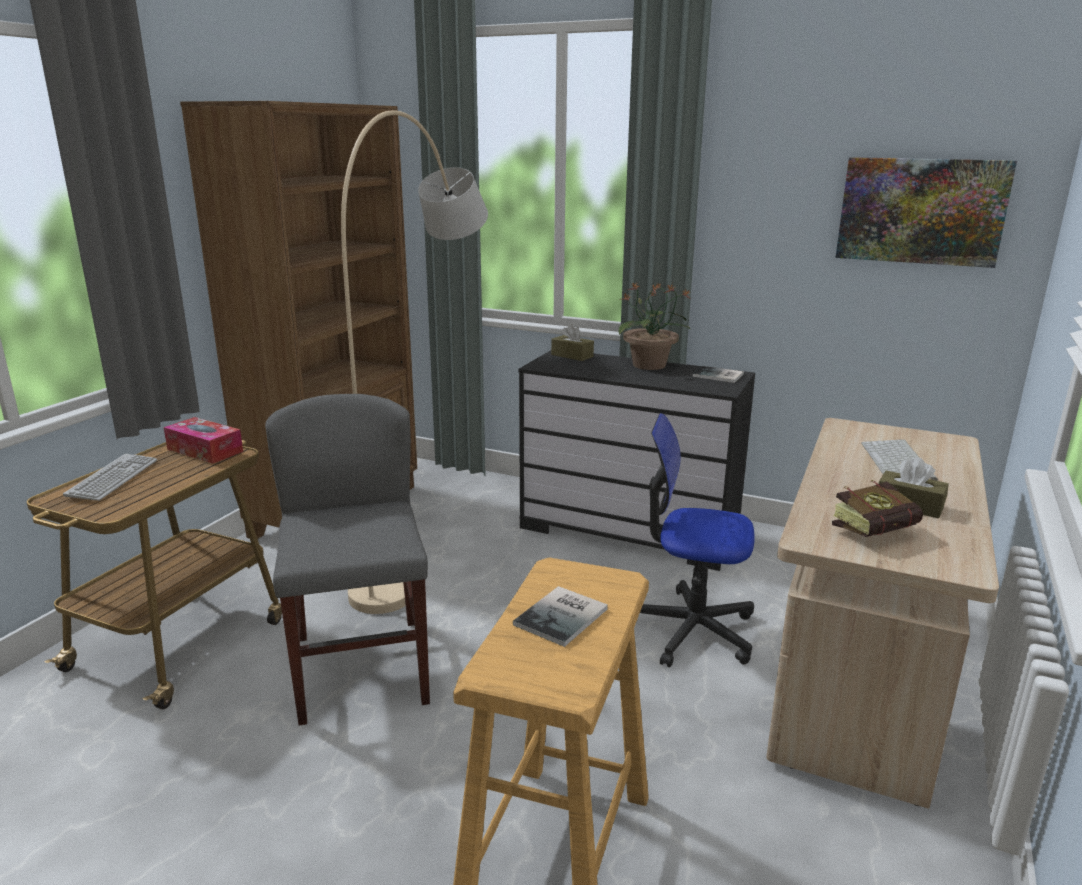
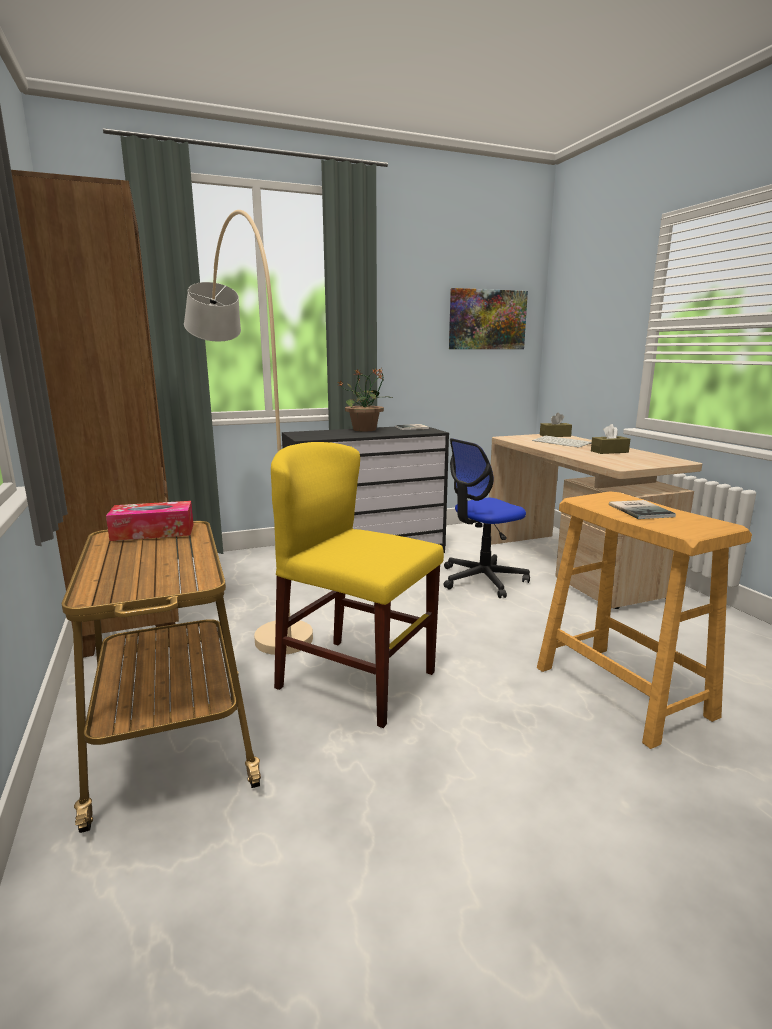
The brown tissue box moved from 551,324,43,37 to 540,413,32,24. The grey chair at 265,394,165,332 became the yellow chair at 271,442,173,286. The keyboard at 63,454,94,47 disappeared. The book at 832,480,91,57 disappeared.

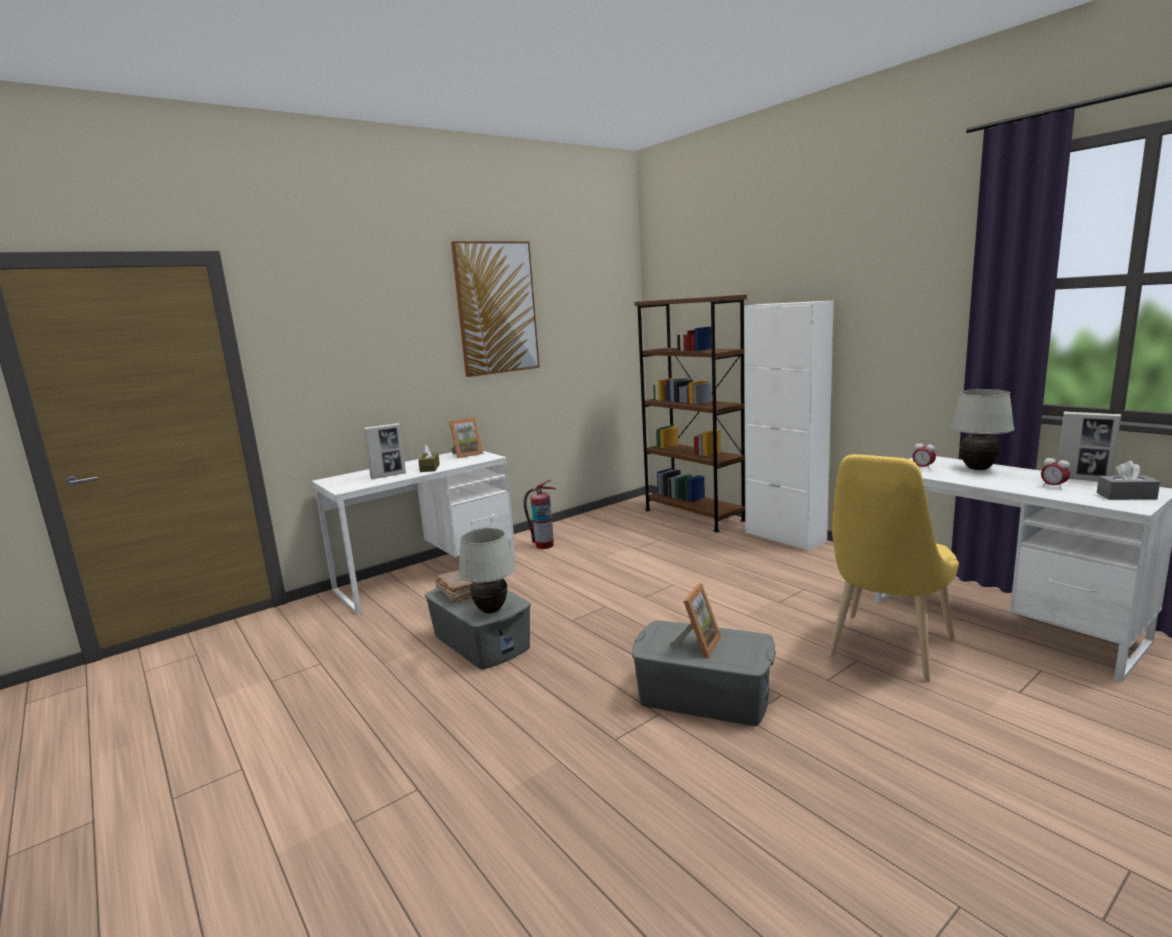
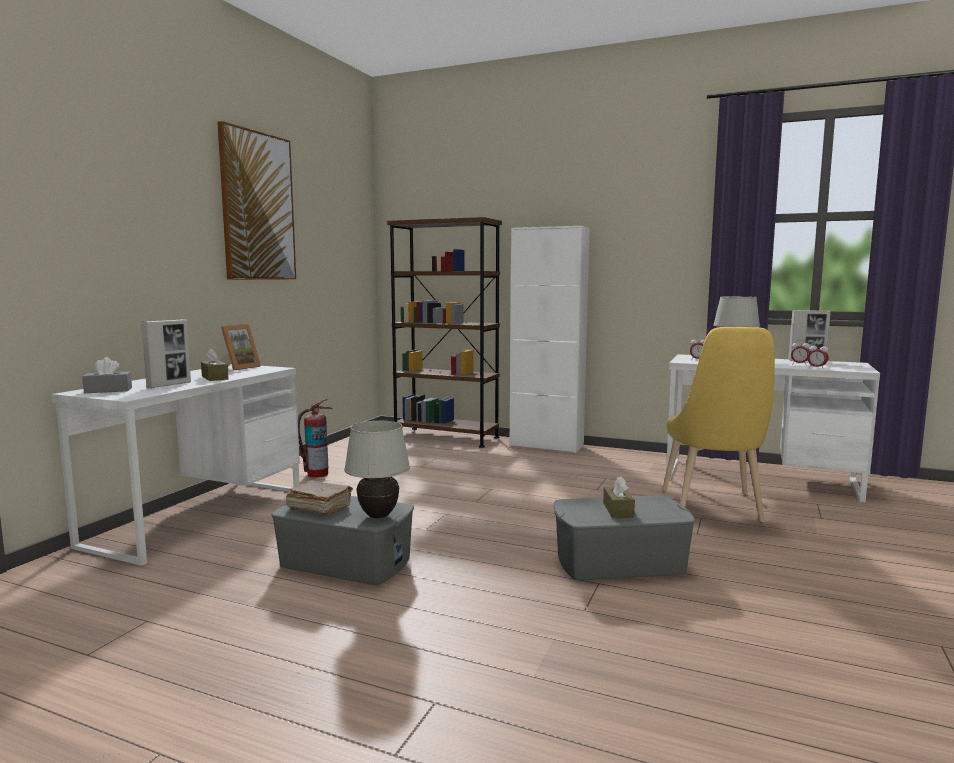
The grey tissue box moved from 1097,461,63,39 to 82,357,50,36. The picture frame at 669,583,53,75 was replaced by the brown tissue box at 603,476,32,42. The alarm clock at 808,343,21,25 appeared.

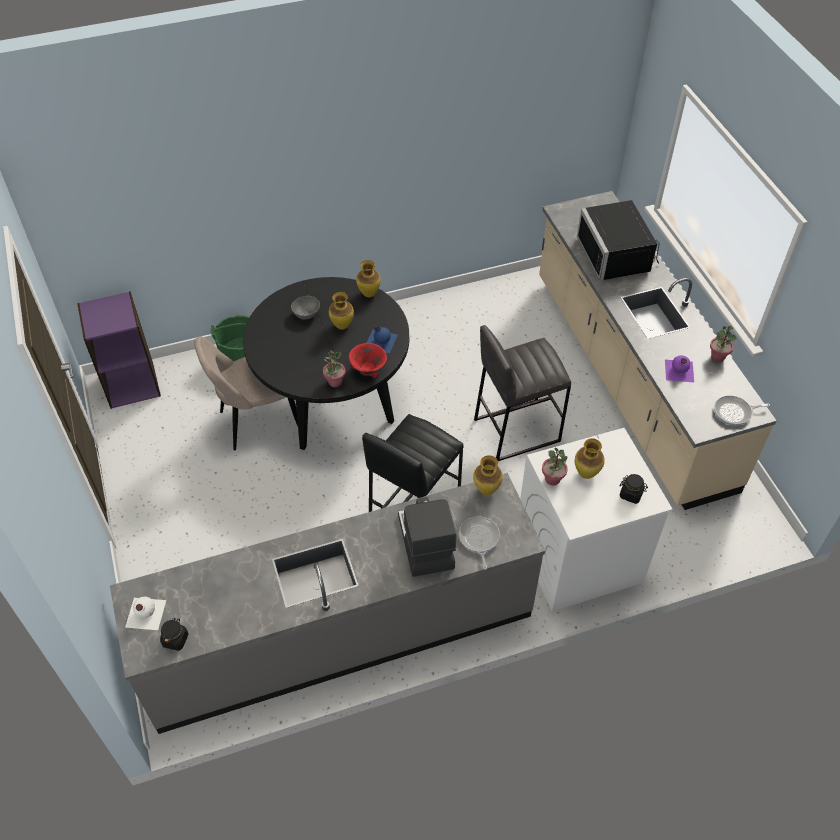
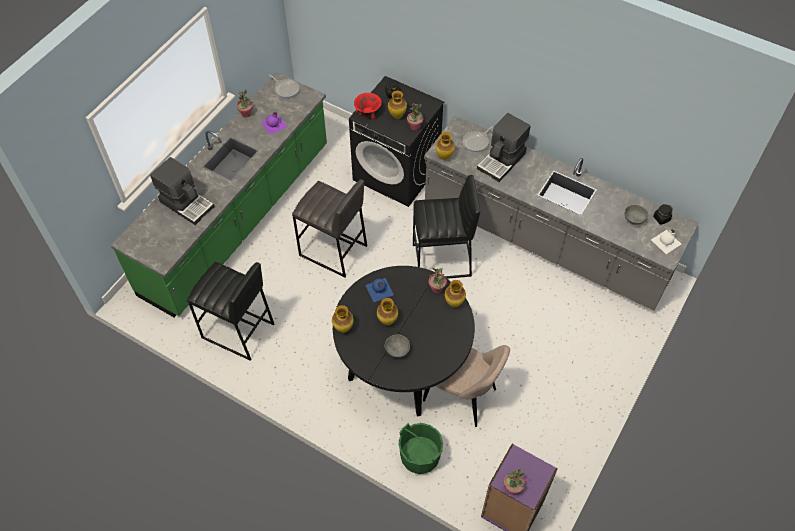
The beige counter at 539,191,238,319 became the green counter at 111,72,216,245. The black microwave at 577,200,82,81 was replaced by the coffee machine at 150,157,65,68. The red bowl moved from 349,343,38,35 to 354,93,28,27. The white washing machine at 520,428,153,184 became the black washing machine at 349,76,96,131. The grey bowl at 625,205,24,20 appeared. The black stool at 187,262,87,99 appeared. The vase at 445,280,21,27 appeared. The potted plant at 504,469,21,25 appeared.

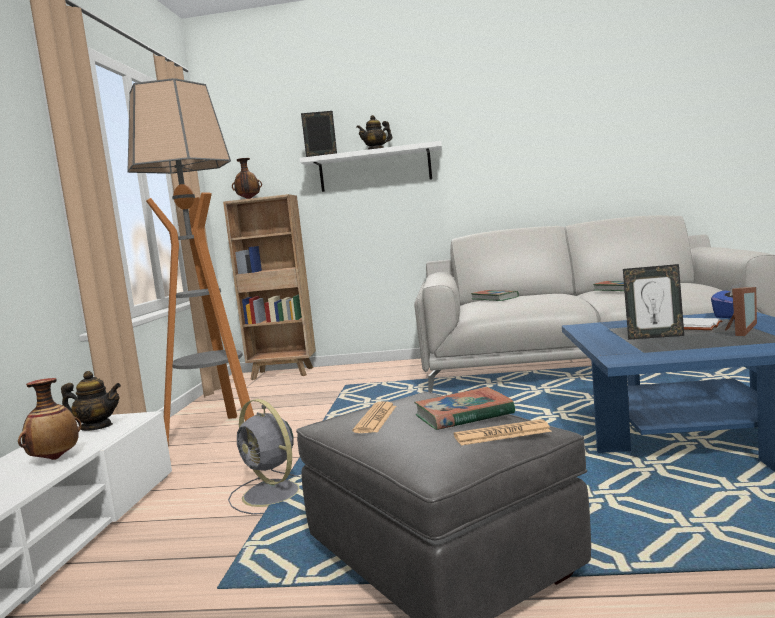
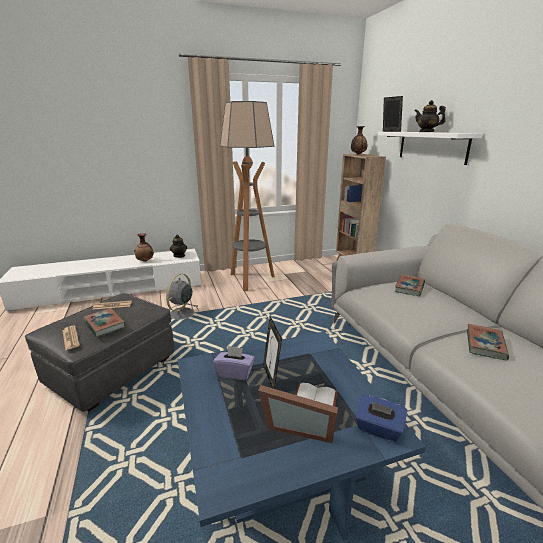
The purple tissue box at 213,346,42,34 appeared.

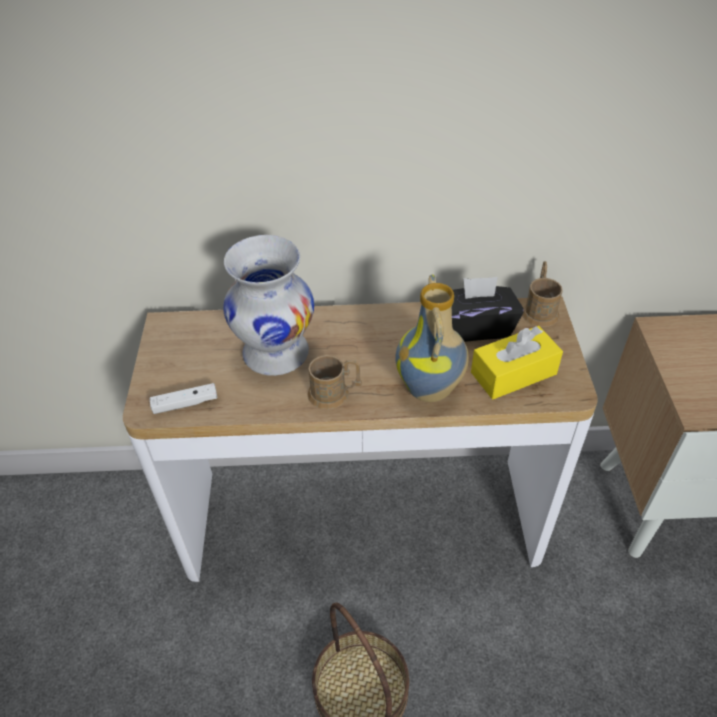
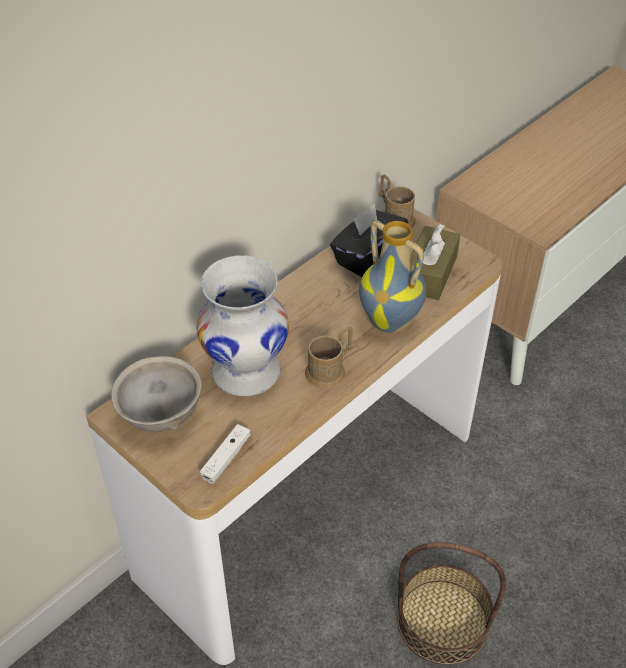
The yellow tissue box at 471,326,92,73 became the brown tissue box at 411,224,49,76. The grey bowl at 111,356,91,76 appeared.

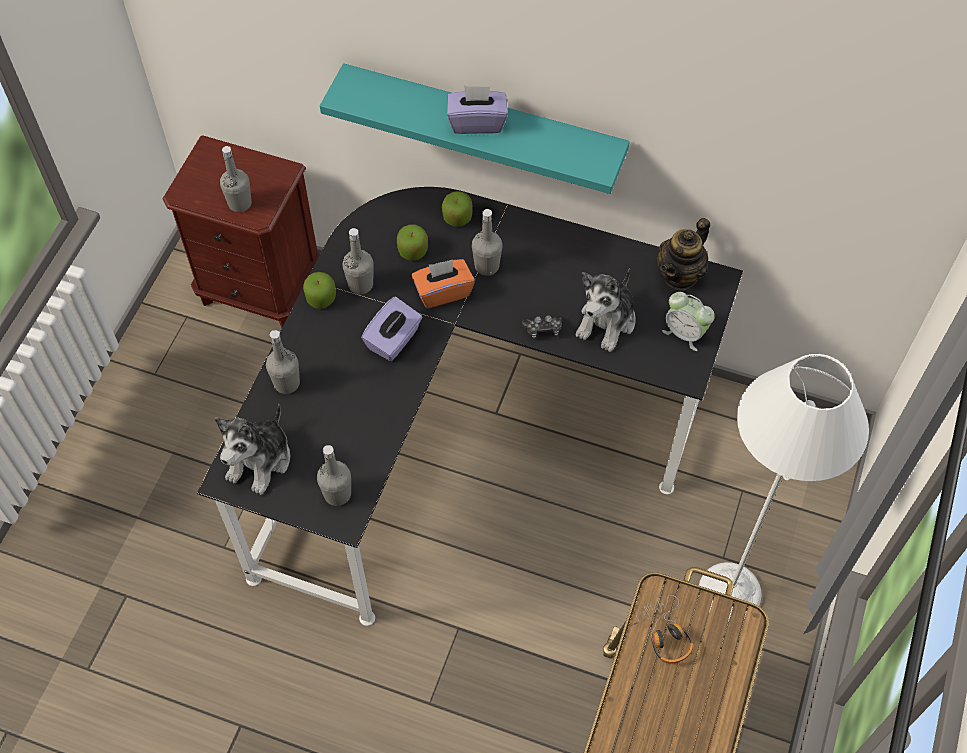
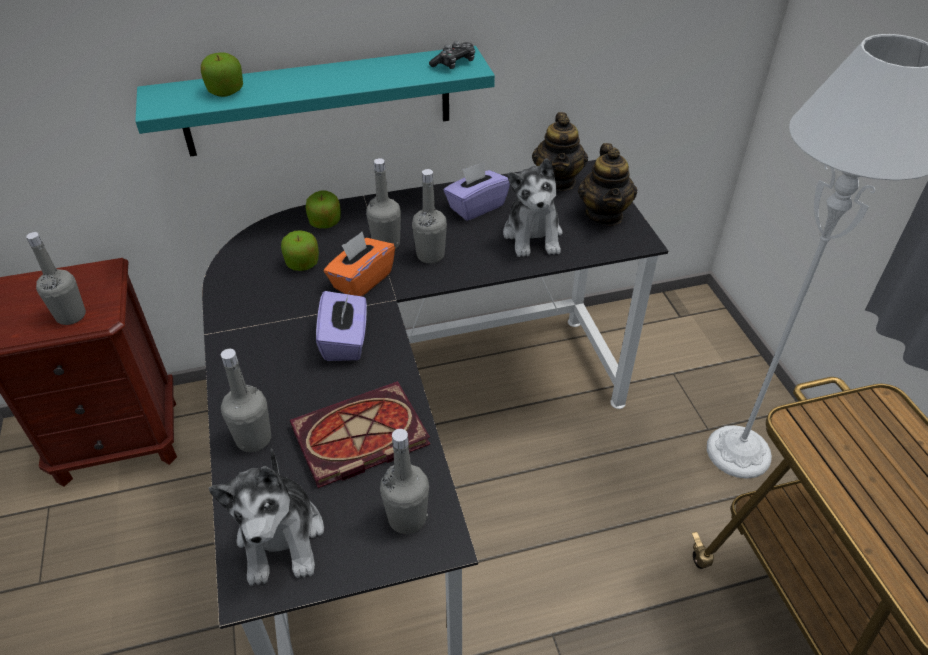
The purple tissue box moved from 447,85,61,49 to 444,162,66,59. The grey bottle moved from 342,228,32,66 to 412,169,35,95. The apple moved from 303,272,33,37 to 201,52,42,45. The alarm clock at 662,292,53,59 was replaced by the teapot at 578,143,59,83. The game controller moved from 521,315,42,24 to 429,41,46,28. The headphones at 631,595,62,69 disappeared. The book at 290,381,140,107 appeared.

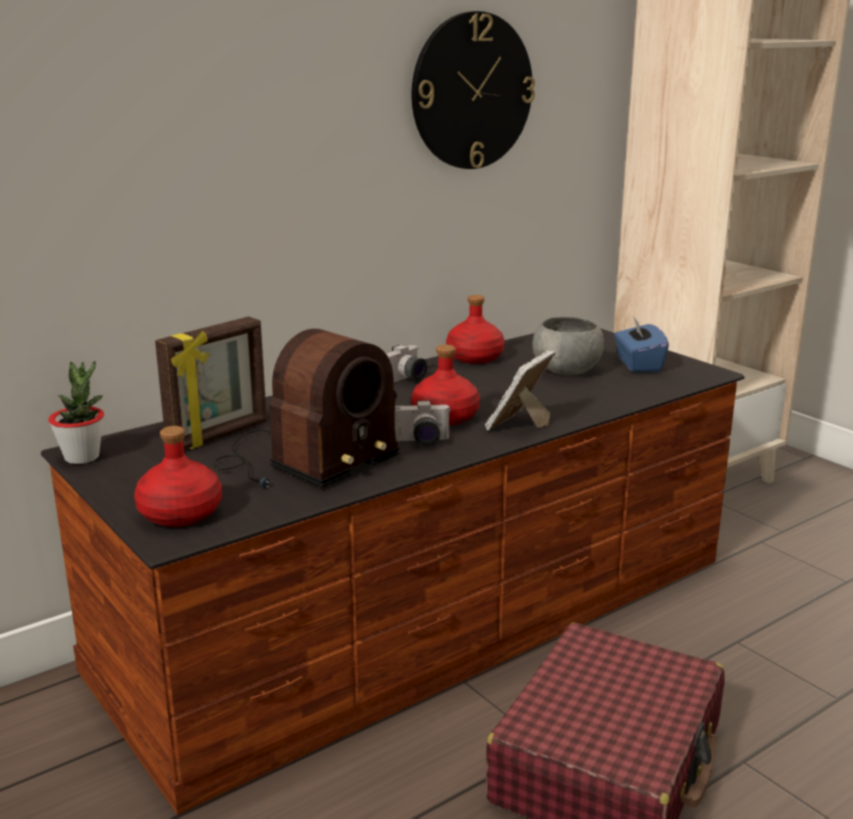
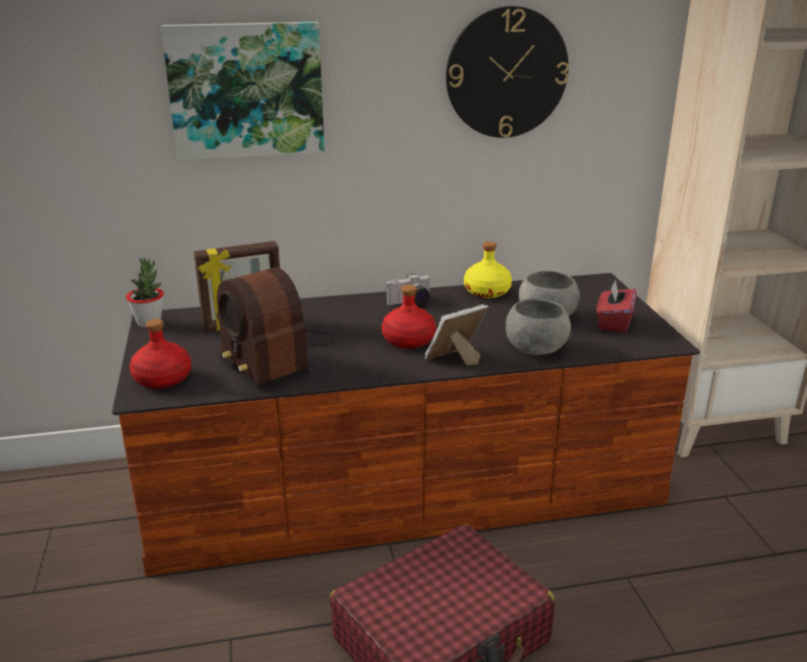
The red bottle at 446,295,59,69 became the yellow bottle at 464,241,48,57. The blue tissue box at 614,316,55,56 became the red tissue box at 597,280,40,53. The radio at 212,329,187,159 turned 75 degrees clockwise. The photo camera at 395,400,55,46 disappeared. The picture at 161,22,164,138 appeared. The grey bowl at 506,299,65,56 appeared.

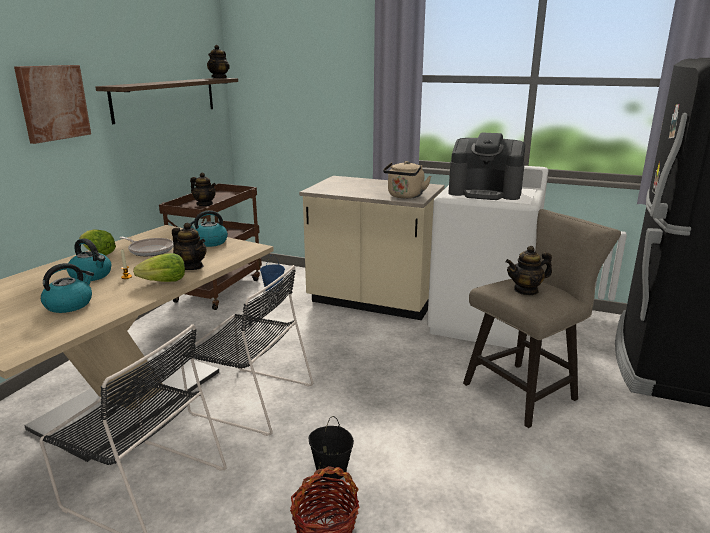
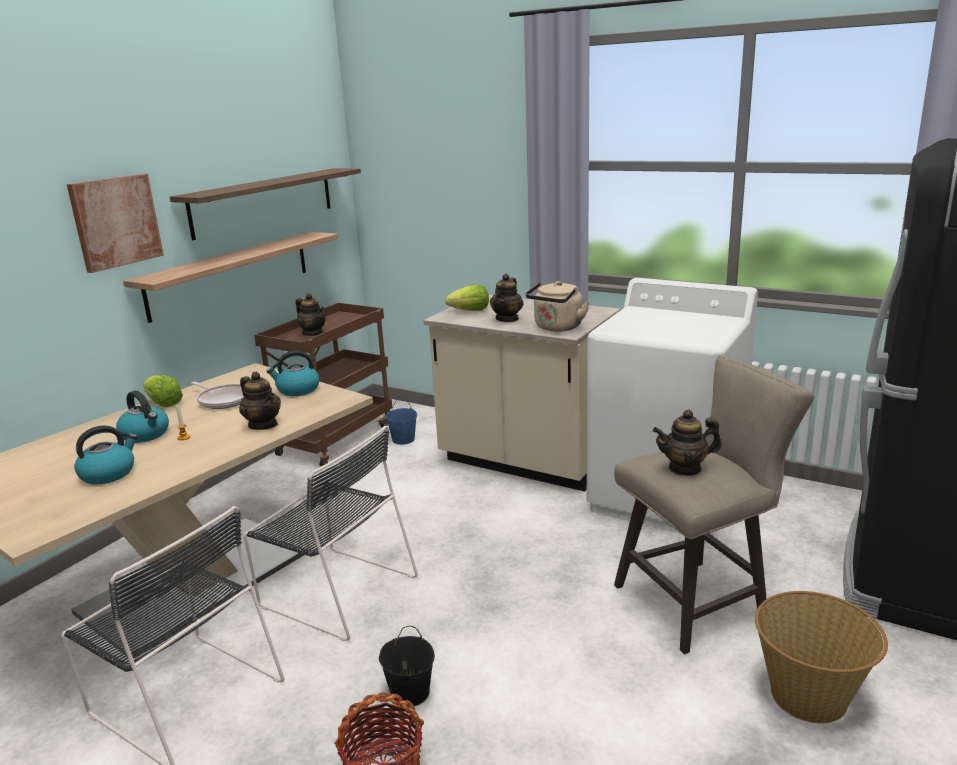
The teapot moved from 207,45,23,33 to 490,274,34,48. The coffee machine at 448,132,78,68 disappeared. The lettuce moved from 133,253,52,29 to 445,285,44,26. The shelf at 123,232,215,91 appeared. The basket at 755,591,133,132 appeared.

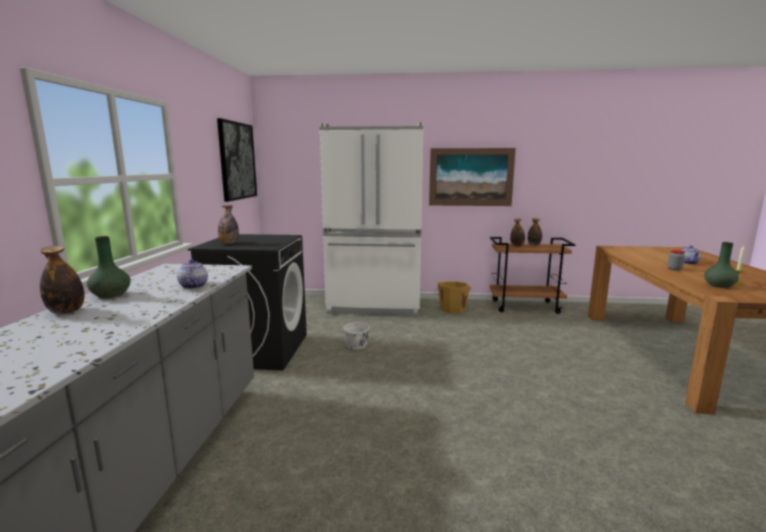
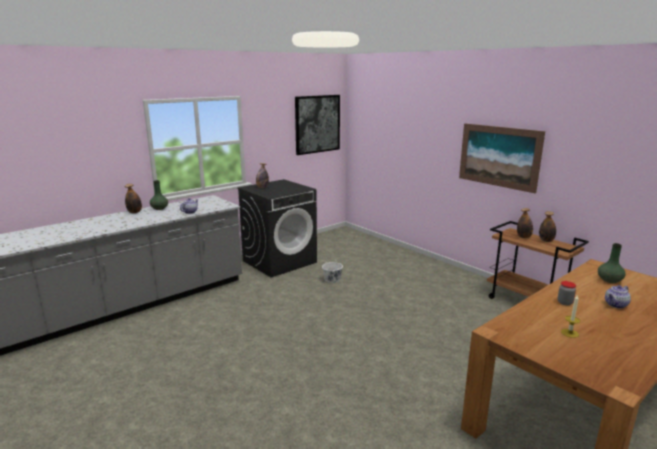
The white fridge at 320,123,104,194 disappeared. The green vase moved from 704,242,35,46 to 598,243,28,40. The orange bucket at 435,281,36,32 disappeared.

